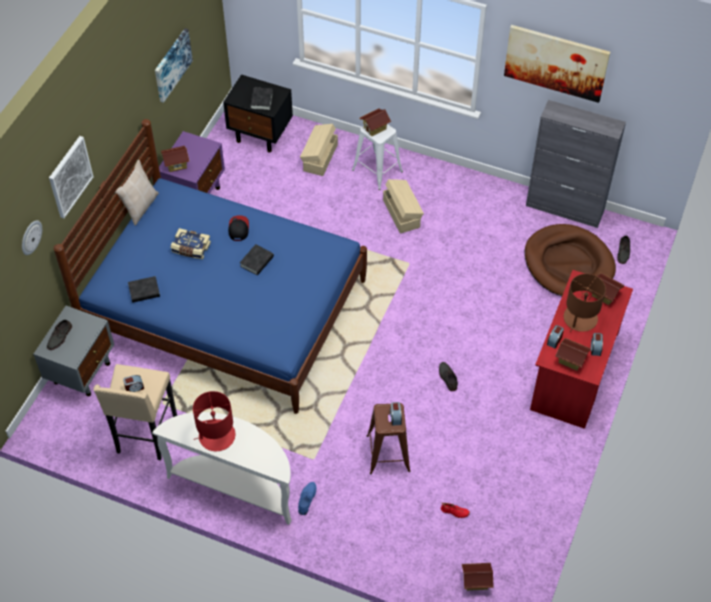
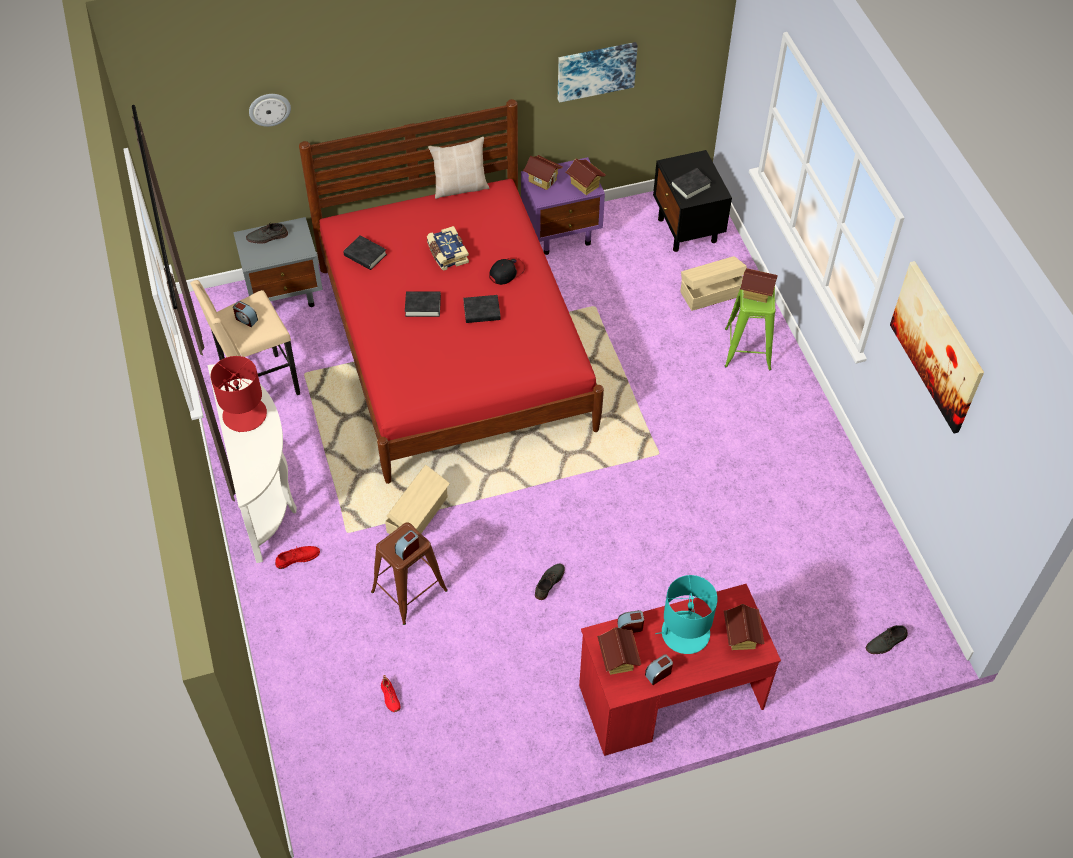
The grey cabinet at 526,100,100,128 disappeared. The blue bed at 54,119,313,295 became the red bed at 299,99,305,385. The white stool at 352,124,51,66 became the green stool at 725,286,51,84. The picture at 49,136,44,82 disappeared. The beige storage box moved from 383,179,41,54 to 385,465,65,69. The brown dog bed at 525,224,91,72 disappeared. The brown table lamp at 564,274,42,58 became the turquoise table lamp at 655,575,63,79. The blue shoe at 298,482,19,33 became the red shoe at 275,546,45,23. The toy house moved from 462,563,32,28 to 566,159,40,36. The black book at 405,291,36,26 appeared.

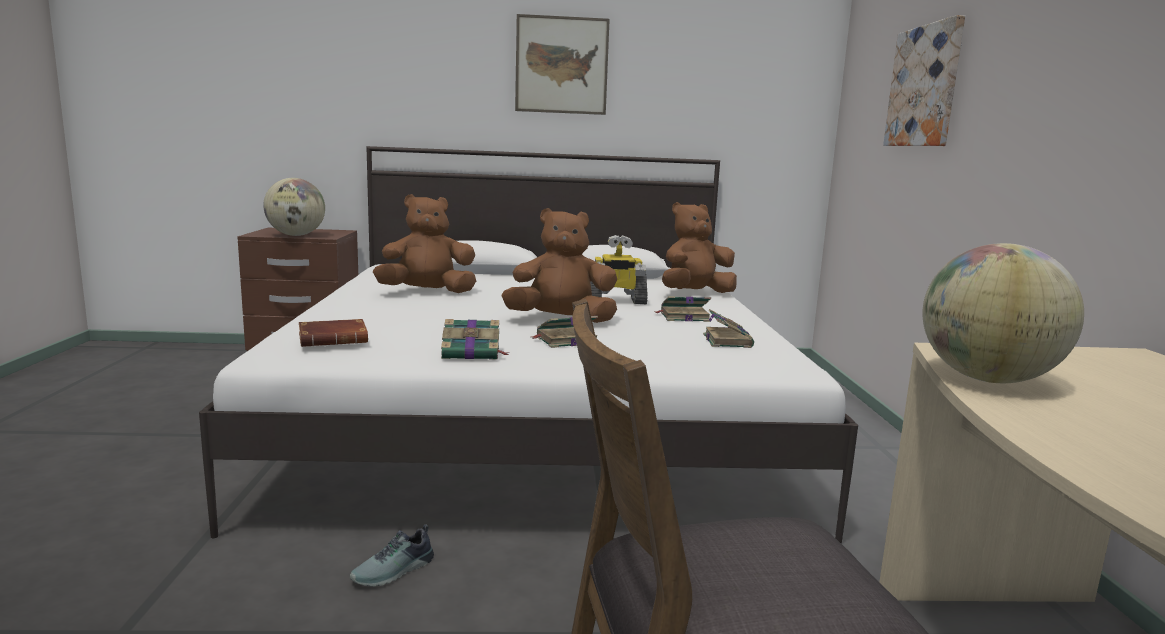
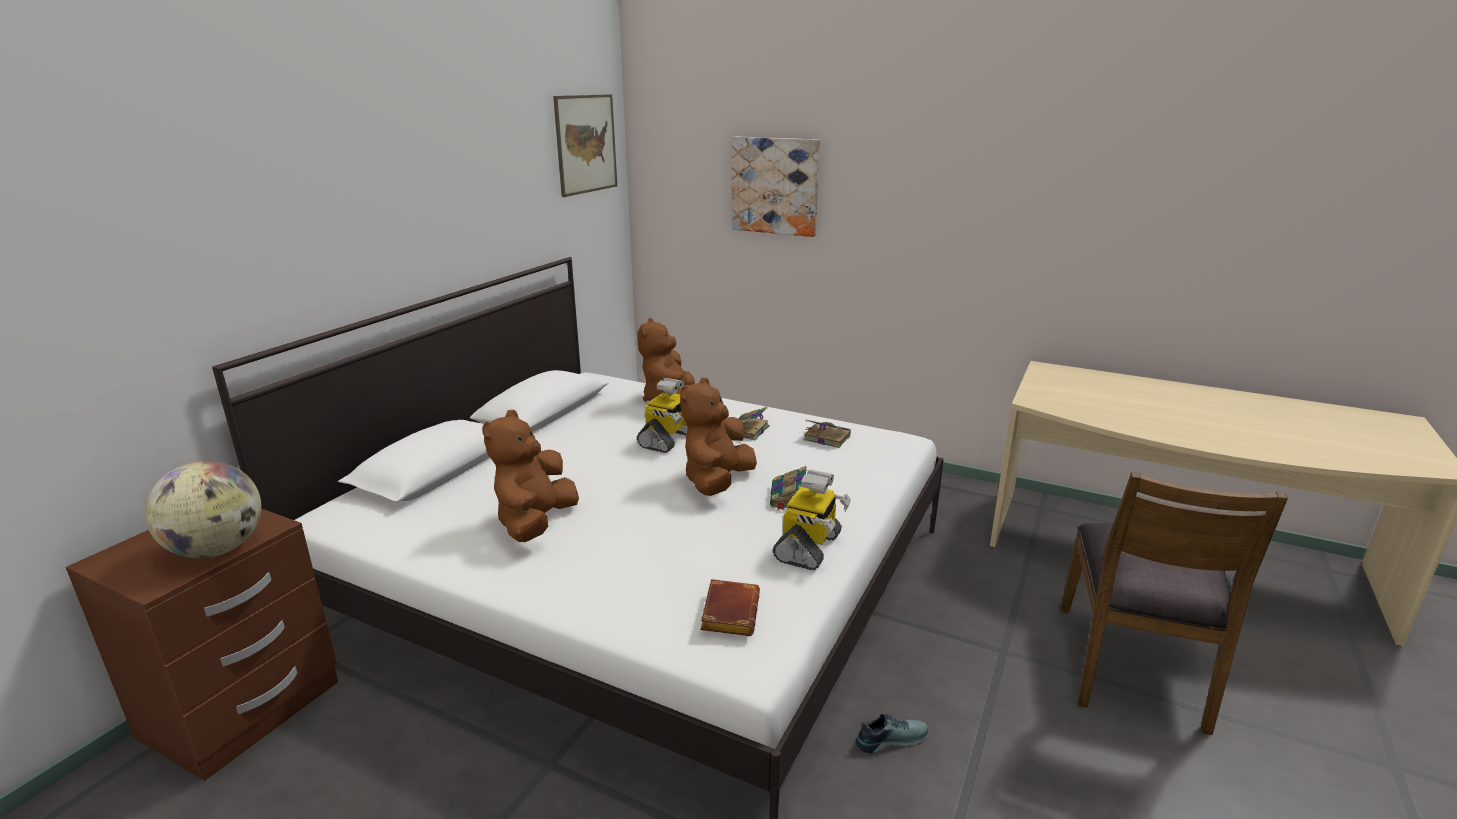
The picture moved from 515,14,95,101 to 553,94,64,103. The globe at 922,243,162,140 disappeared. The book at 441,319,68,41 was replaced by the toy robot at 773,470,78,100. The shoe at 349,524,85,63 turned 90 degrees counterclockwise.

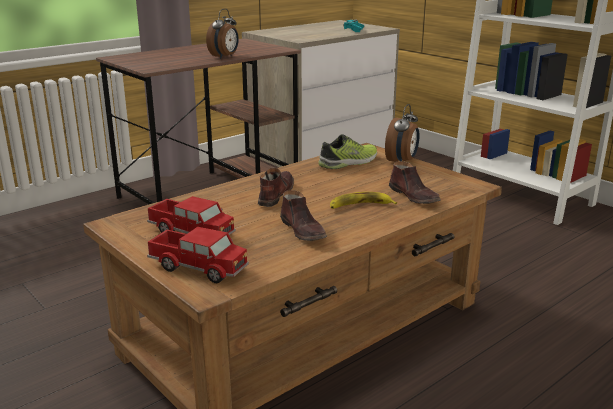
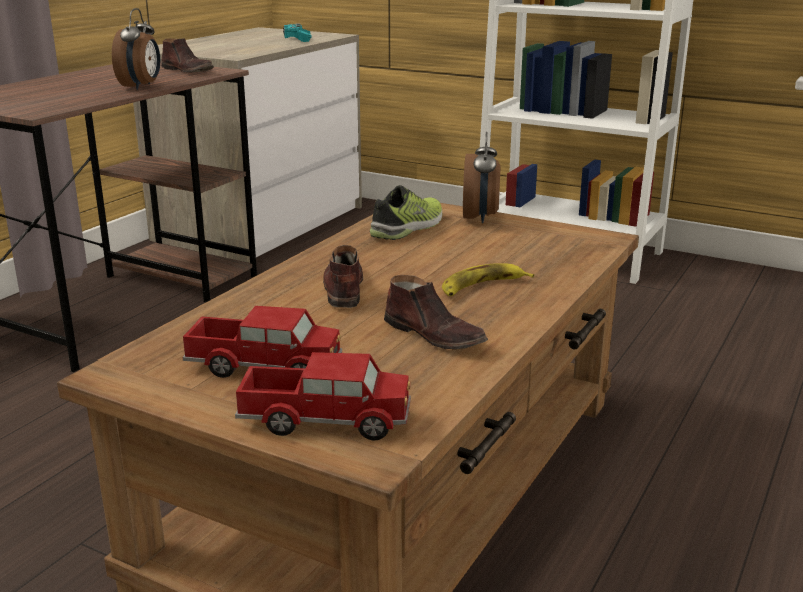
The brown shoe moved from 389,161,52,43 to 161,38,53,35.

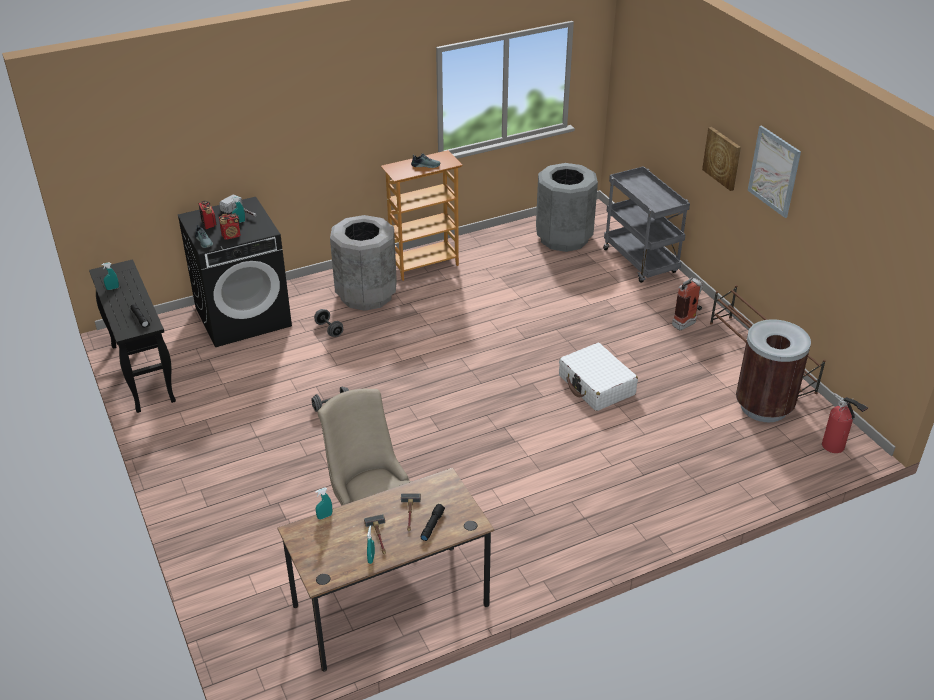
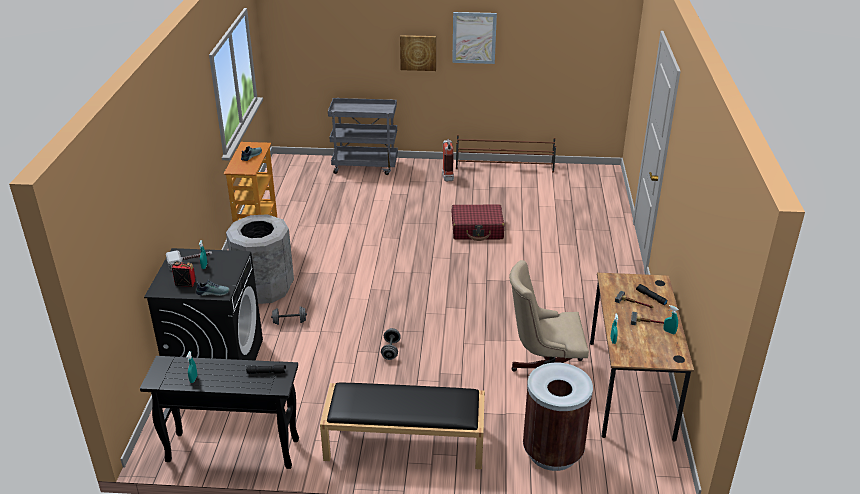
The grey trash can at 536,163,62,89 disappeared. The radio at 219,213,22,27 disappeared. The brown trash can moved from 736,319,75,103 to 523,363,70,108. The white suitcase at 559,343,79,68 became the red suitcase at 452,204,52,37. The fire extinguisher at 822,393,46,60 disappeared. The black bench at 320,382,165,87 appeared.

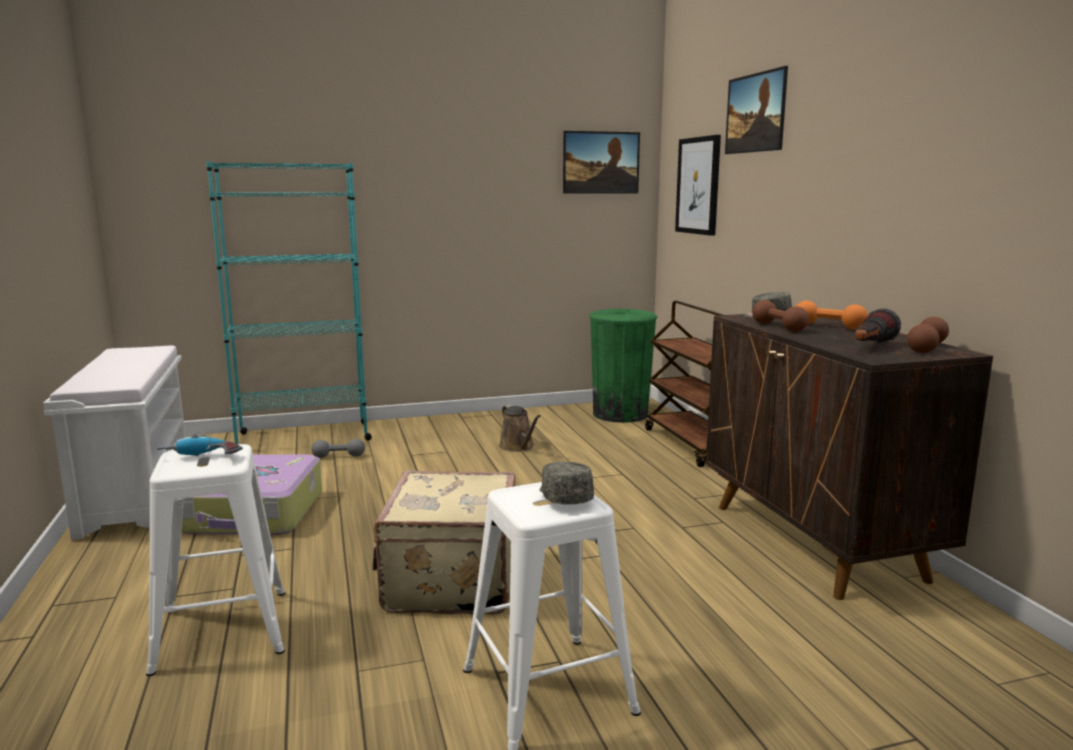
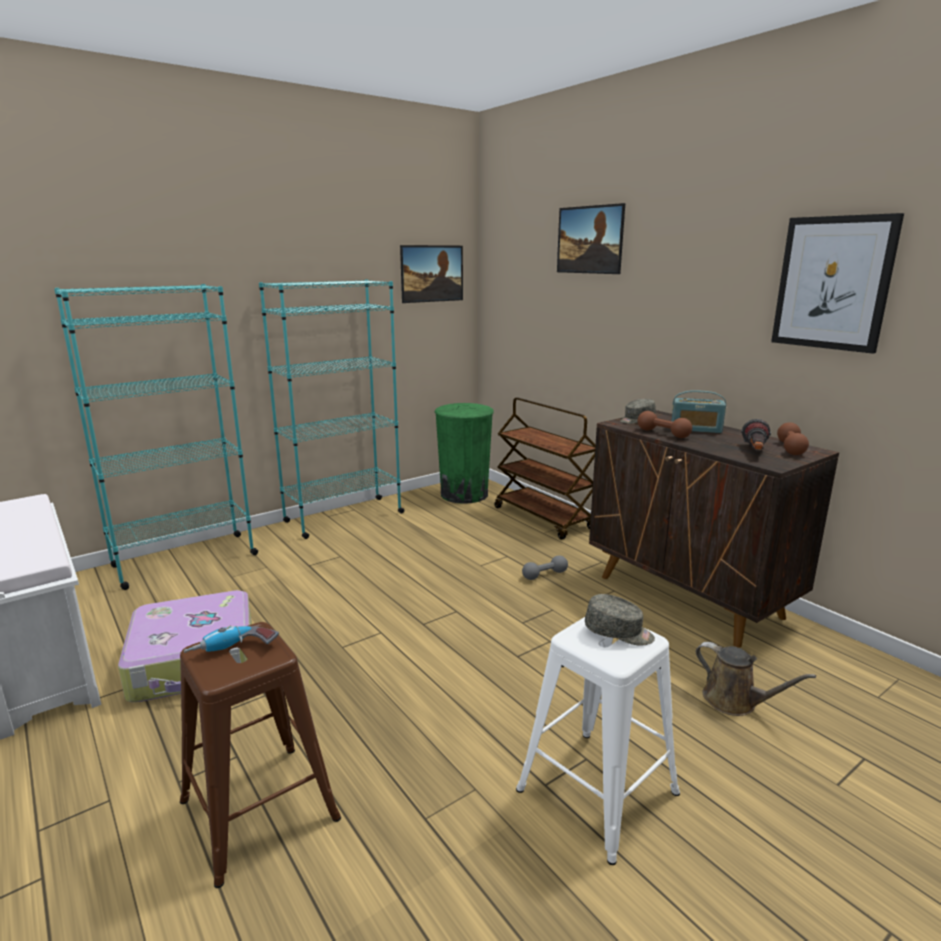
The picture moved from 675,135,46,101 to 771,213,133,141. The orange dumbbell at 796,301,72,28 was replaced by the radio at 672,390,54,43. The brown watering can moved from 499,405,42,47 to 696,642,120,74. The grey dumbbell moved from 311,439,54,19 to 522,555,46,25. The white stool at 146,444,139,232 became the brown stool at 180,622,161,266. The grey cap at 539,462,55,43 turned 150 degrees clockwise. The beige suitcase at 373,471,142,143 disappeared. The turquoise bookcase at 259,279,145,260 appeared.

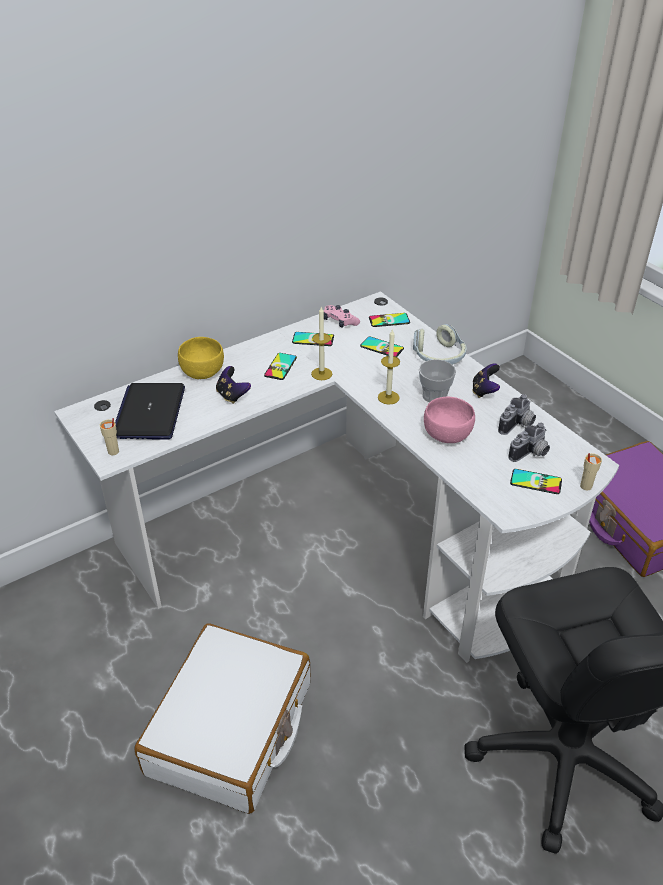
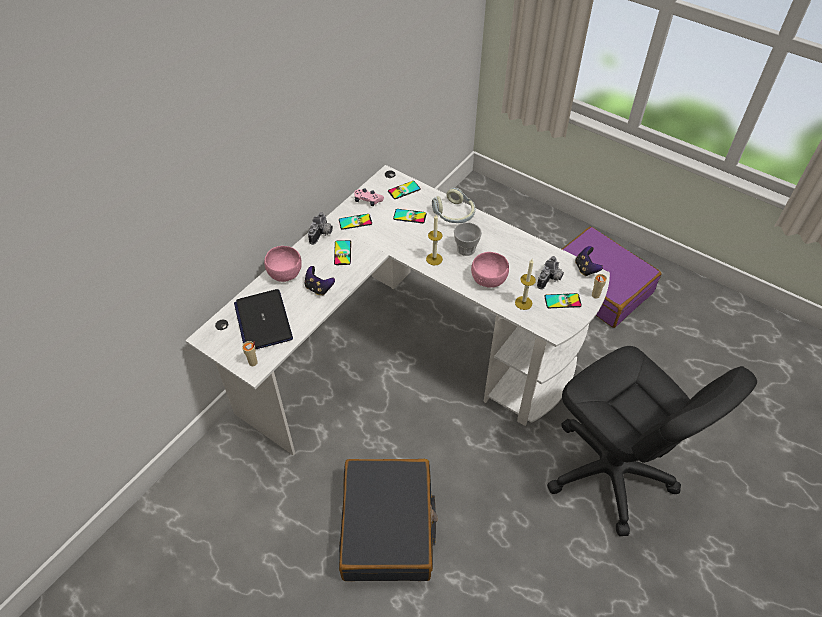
The candle moved from 311,307,21,73 to 515,260,21,50. The yellow bowl at 178,337,46,42 became the pink bowl at 264,246,38,36. The game controller moved from 472,363,28,35 to 575,246,28,30. The photo camera moved from 498,394,38,41 to 308,212,25,33. The white suitcase at 134,623,177,191 became the black suitcase at 339,459,98,122.

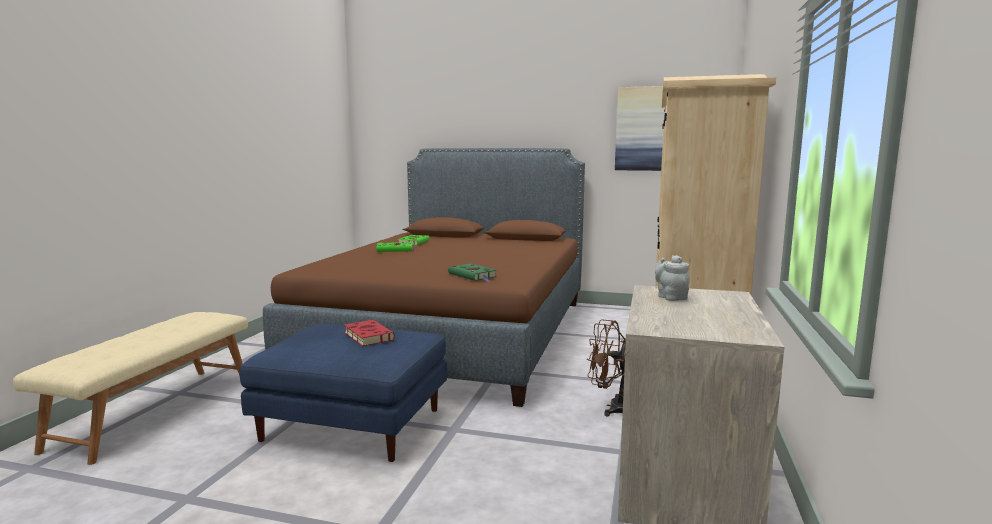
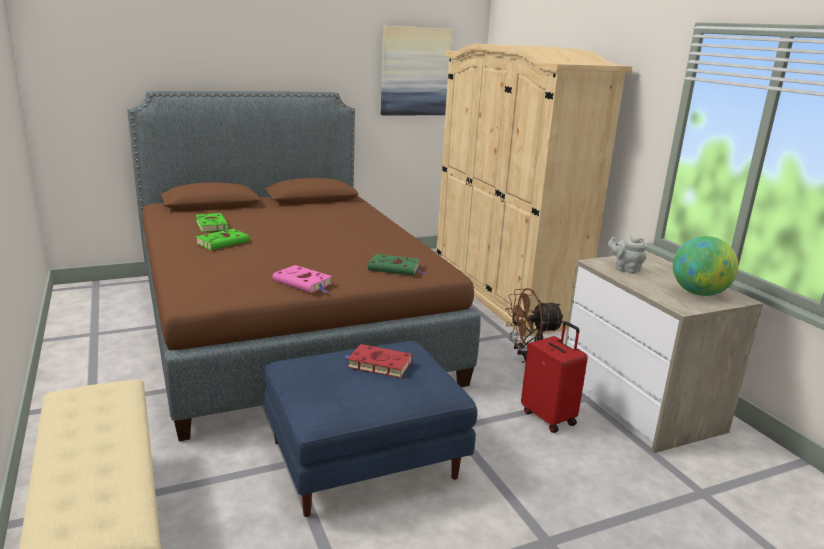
The globe at 673,236,65,60 appeared. The pink book at 273,265,59,28 appeared. The red suitcase at 521,321,67,112 appeared.

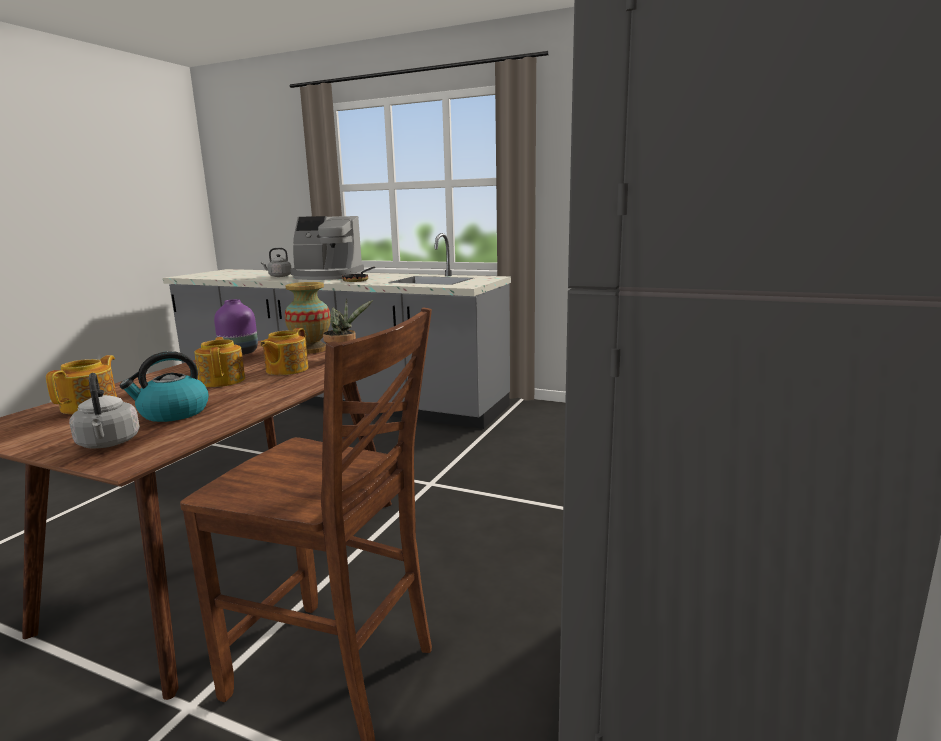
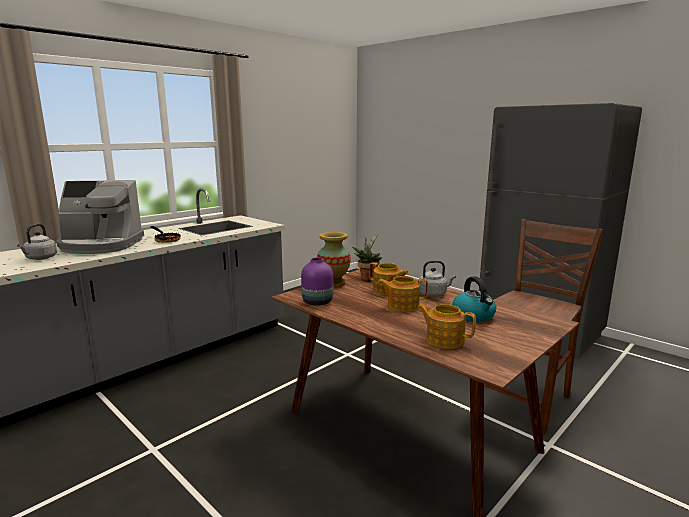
The coffee machine at 291,216,73,64 turned 60 degrees clockwise. The grey kettle moved from 69,373,71,76 to 419,260,37,37.

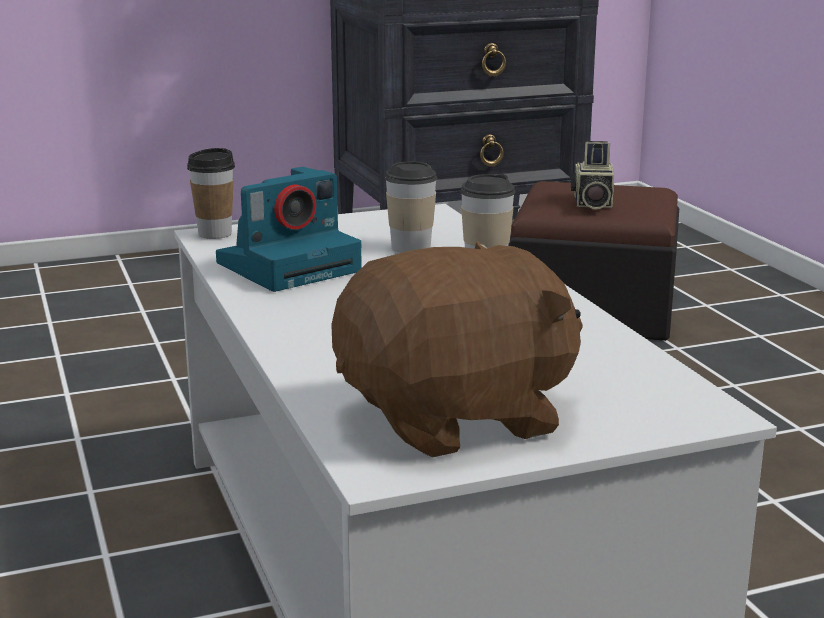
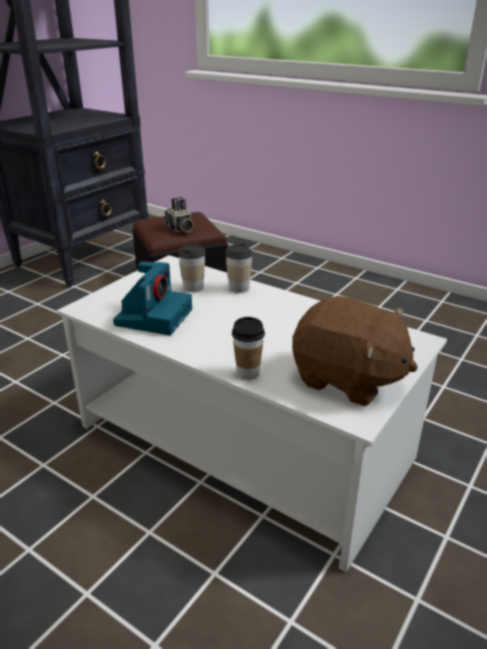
The cup moved from 187,148,48,91 to 232,317,33,63. The brown plush toy at 331,241,252,217 turned 90 degrees clockwise.

